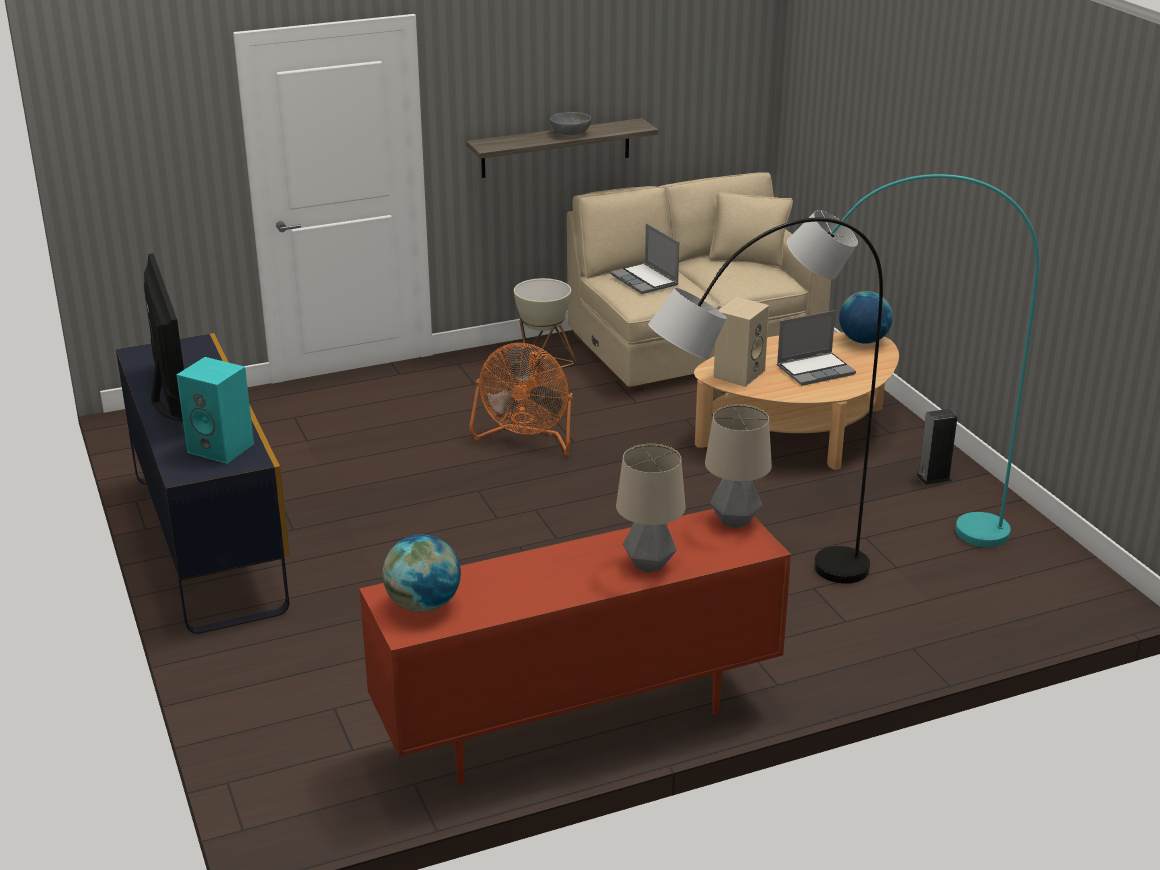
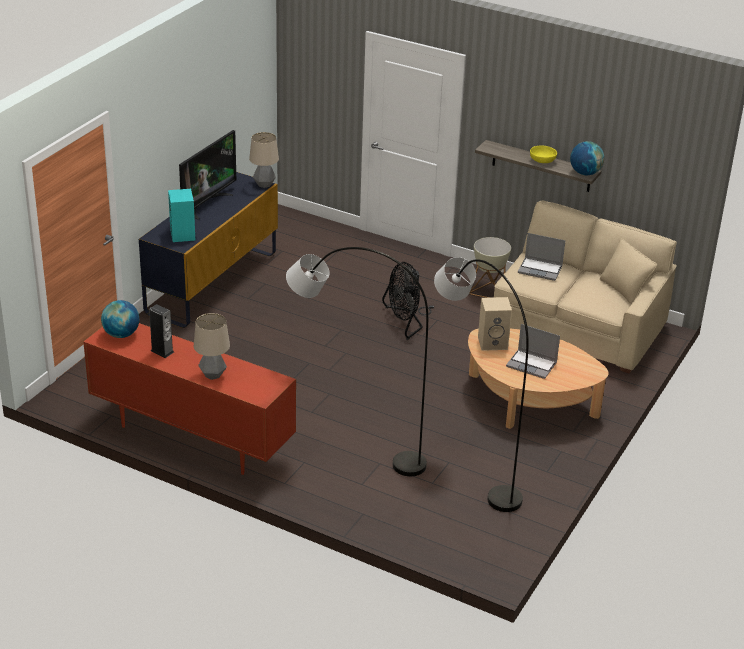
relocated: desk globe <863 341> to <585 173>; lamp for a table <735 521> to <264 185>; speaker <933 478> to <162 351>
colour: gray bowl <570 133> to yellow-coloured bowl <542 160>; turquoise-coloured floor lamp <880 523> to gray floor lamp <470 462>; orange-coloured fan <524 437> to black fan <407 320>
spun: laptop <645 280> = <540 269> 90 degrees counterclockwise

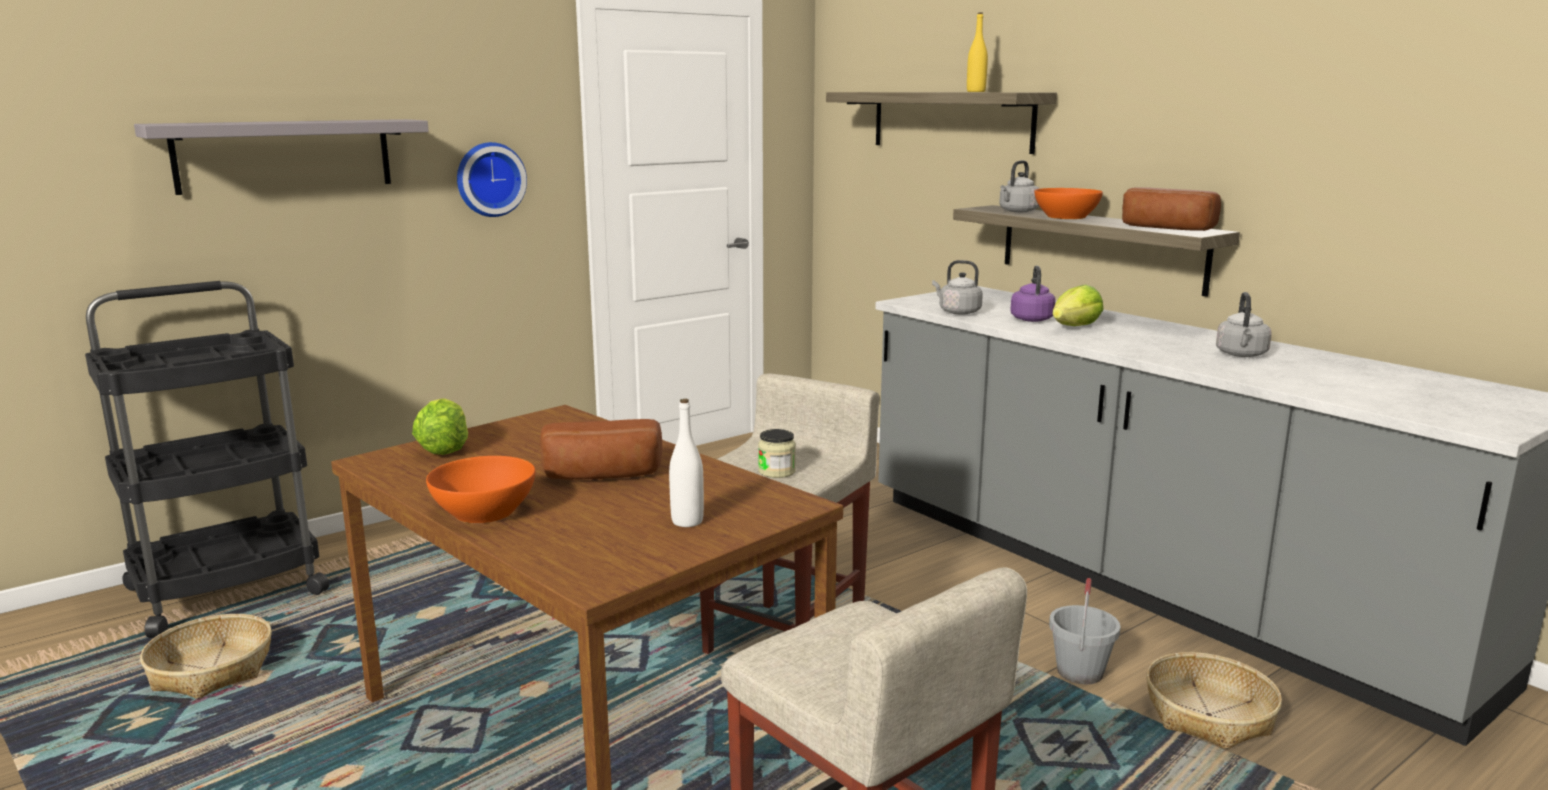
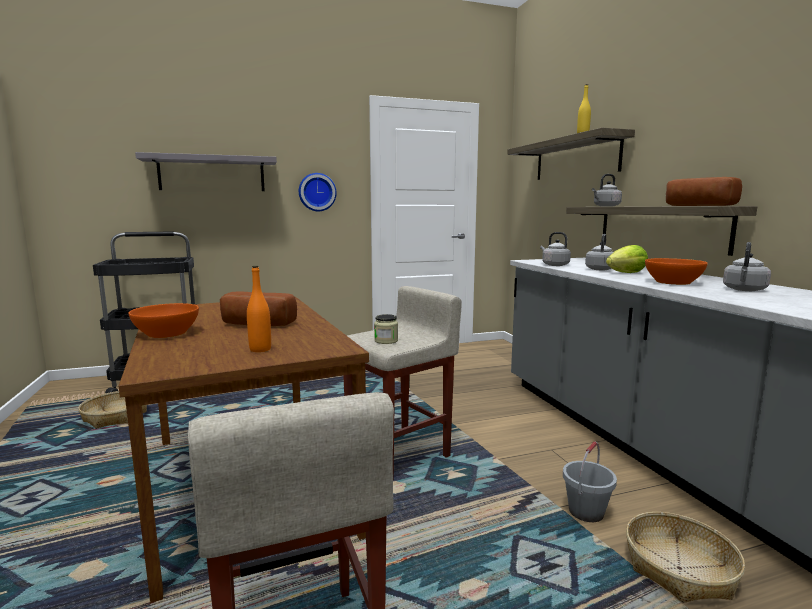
missing: lettuce head <444 448>
relocated: orange-coloured bowl <1066 217> to <673 282>
colour: purple tea kettle <1031 319> to gray tea kettle <600 269>; white bottle <687 521> to orange-coloured bottle <260 349>

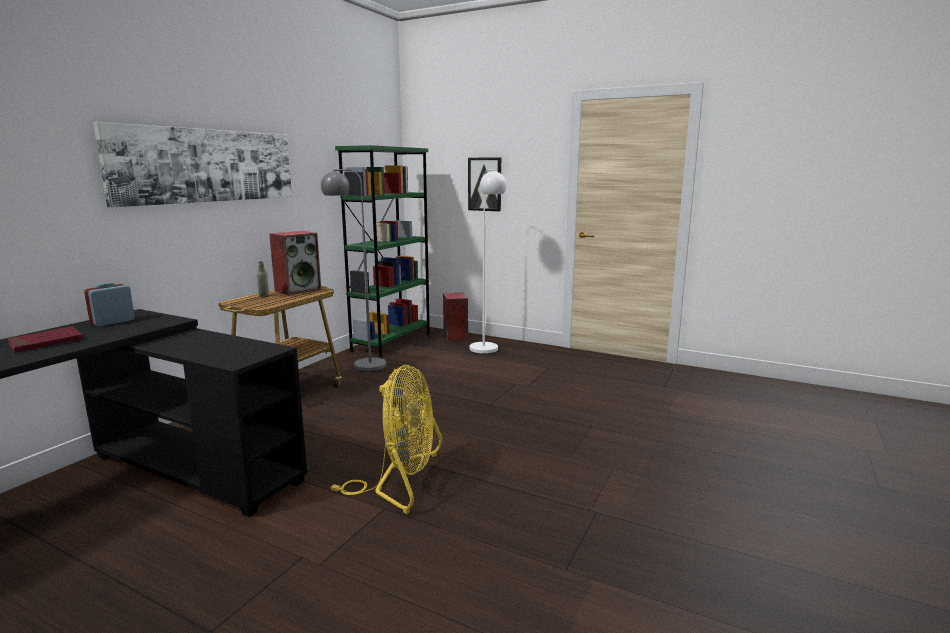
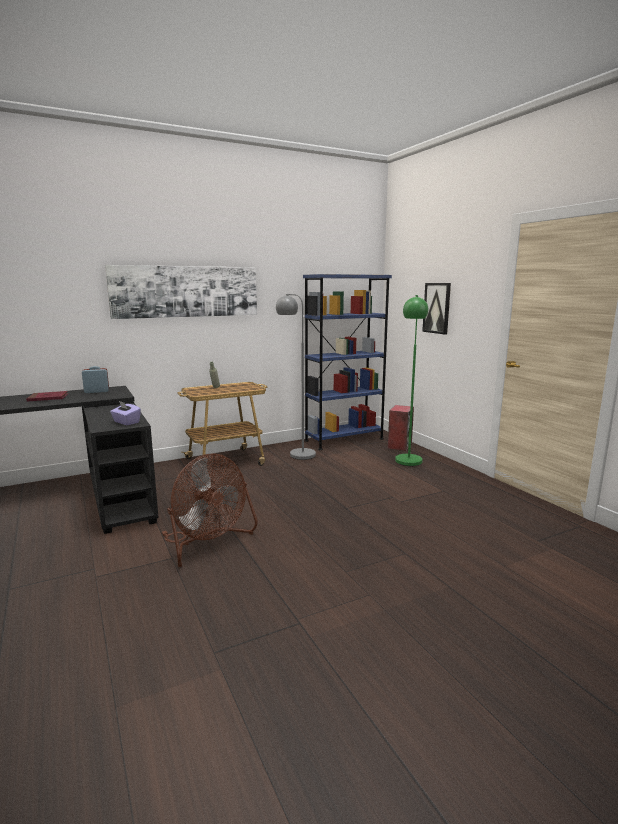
missing: speaker <298 290>
appeared: purple tissue holder <126 422>
colour: green-coloured shelving unit <391 342> to bluish shelving unit <344 440>; white floor lamp <487 352> to green-coloured floor lamp <408 464>; yellow-coloured fan <399 481> to brown fan <205 543>

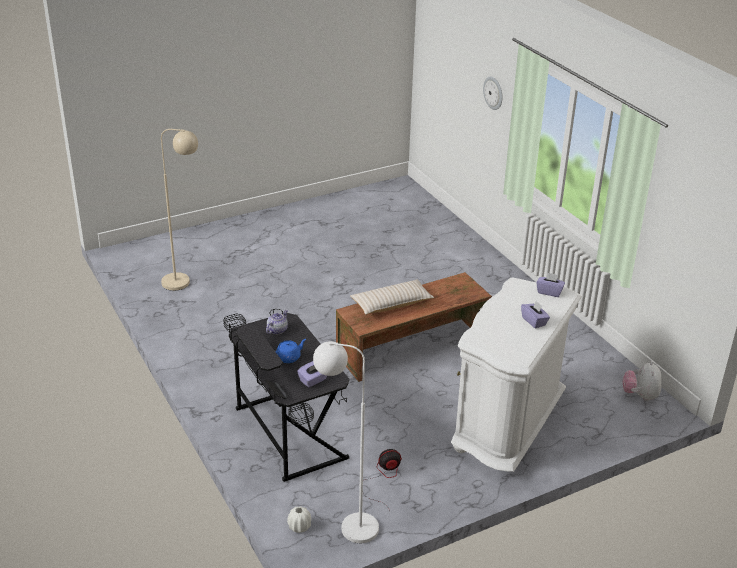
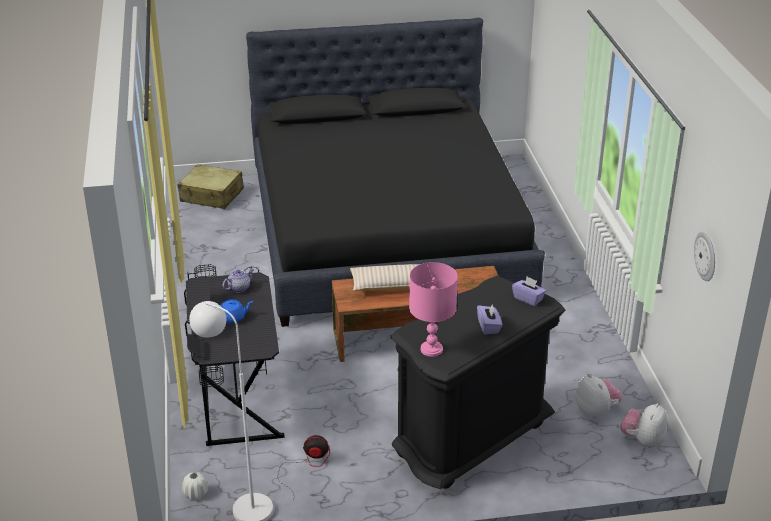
missing: beige floor lamp <184 284>; purple tissue holder <313 380>
appeared: black bed <386 233>; beige travel case <212 196>; pinkish lamp for a table <431 350>; cuddly toy <596 411>
relocated: hanging clock <493 93> to <706 256>
colour: white dresser <508 426> to black dresser <471 441>

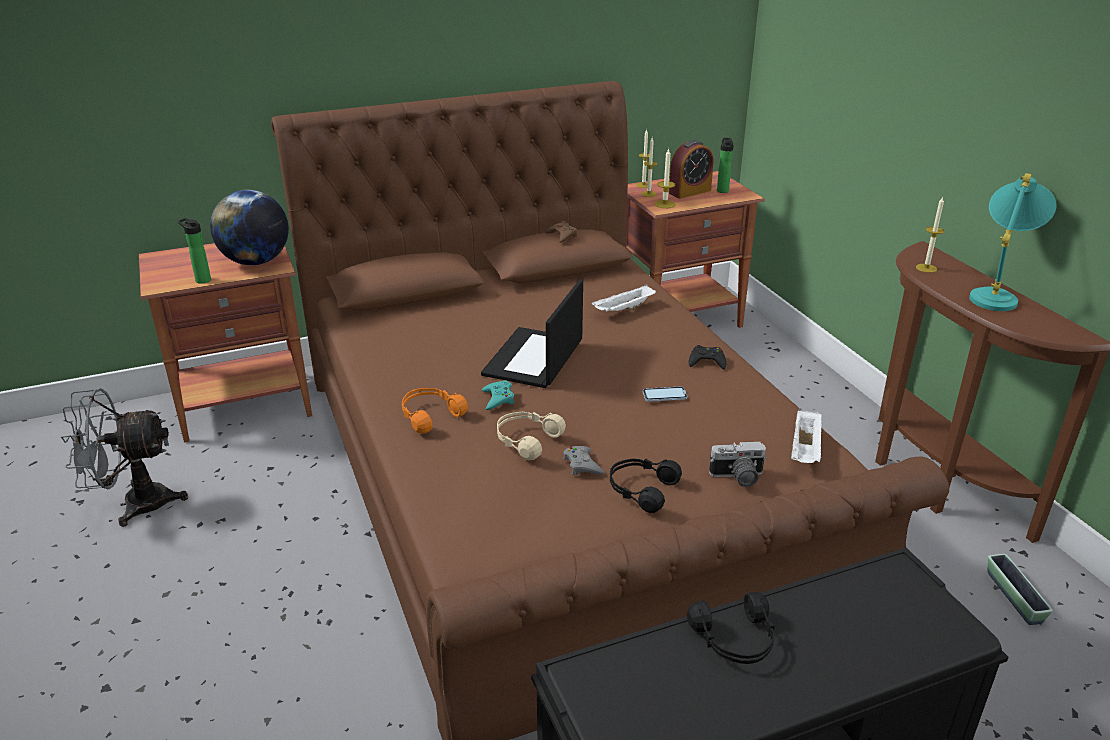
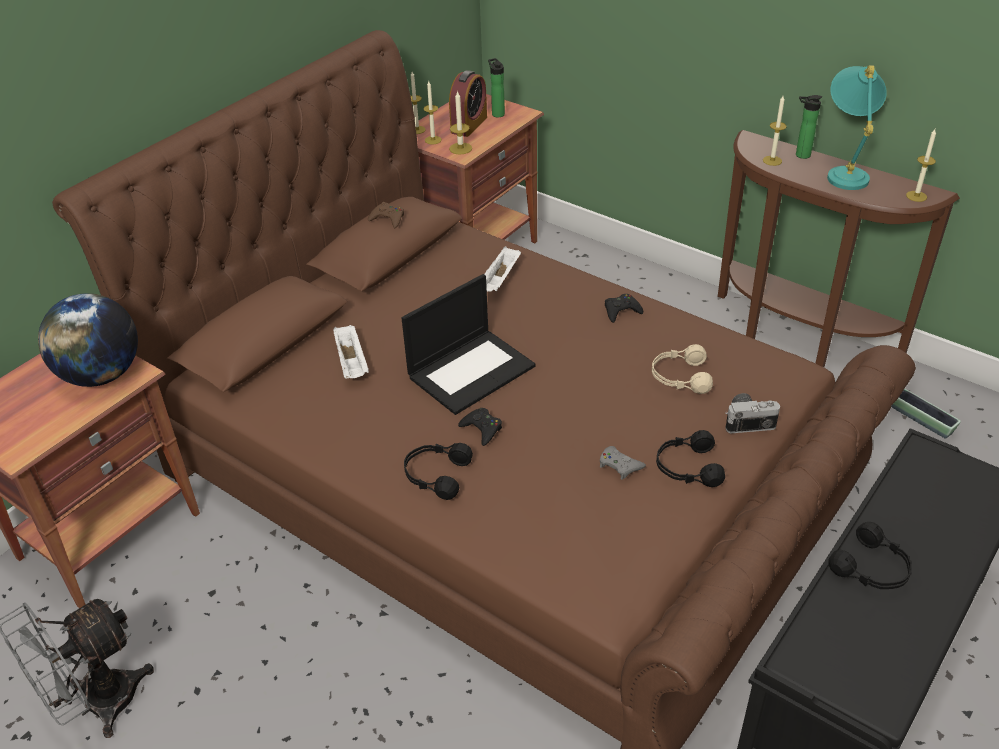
missing: telephone <664 395>
appeared: candle <916 196>
relocated: bottle <201 280> to <800 155>; white tray <805 449> to <352 363>; beige pair of headphones <526 440> to <679 377>
colour: turquoise-coloured game controller <498 399> to black game controller <482 429>; orange-coloured pair of headphones <429 415> to black pair of headphones <436 475>
spun: laptop <534 359> = <471 370> 120 degrees counterclockwise; still camera <737 477> = <748 420> 150 degrees counterclockwise

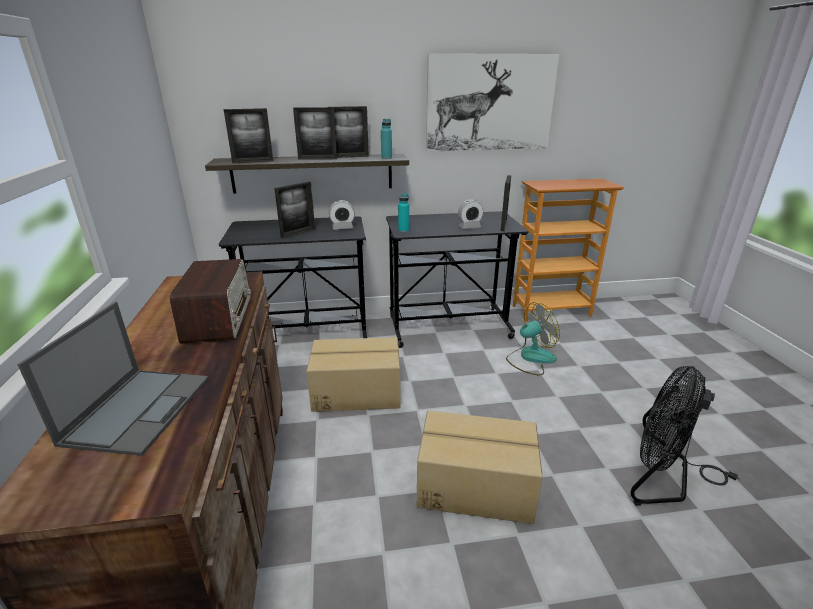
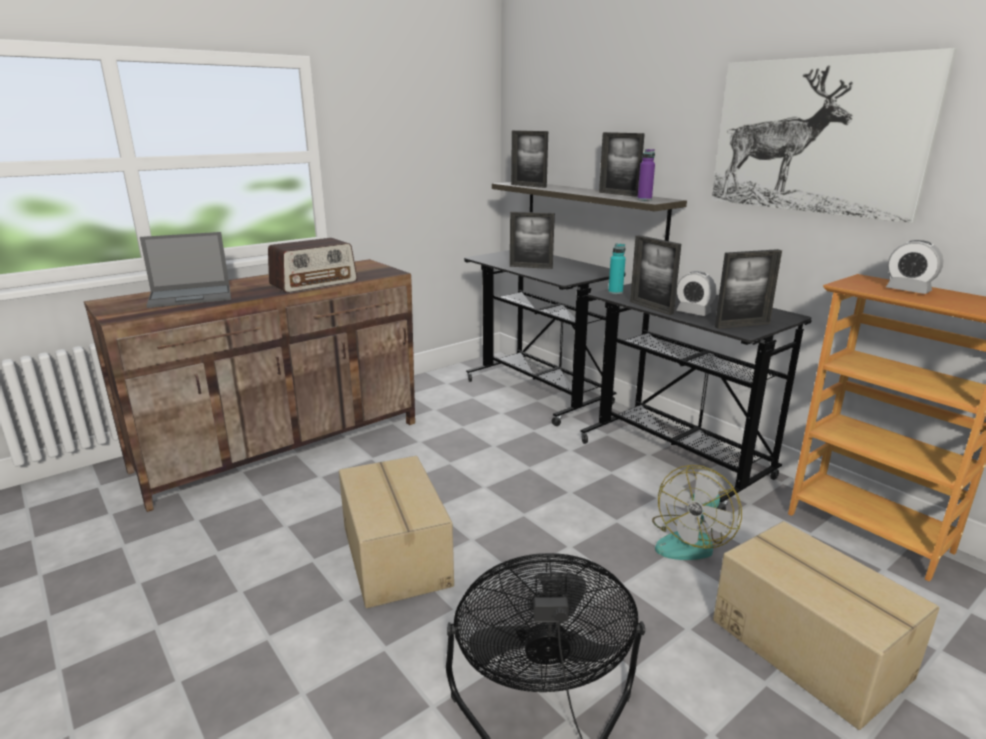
relocated: standing frame <317 159> to <651 307>; table clock <342 228> to <908 290>; carton <356 392> to <809 647>
colour: turquoise-coloured bottle <386 158> to purple bottle <644 199>
spun: fan <530 358> = <690 541> 90 degrees clockwise

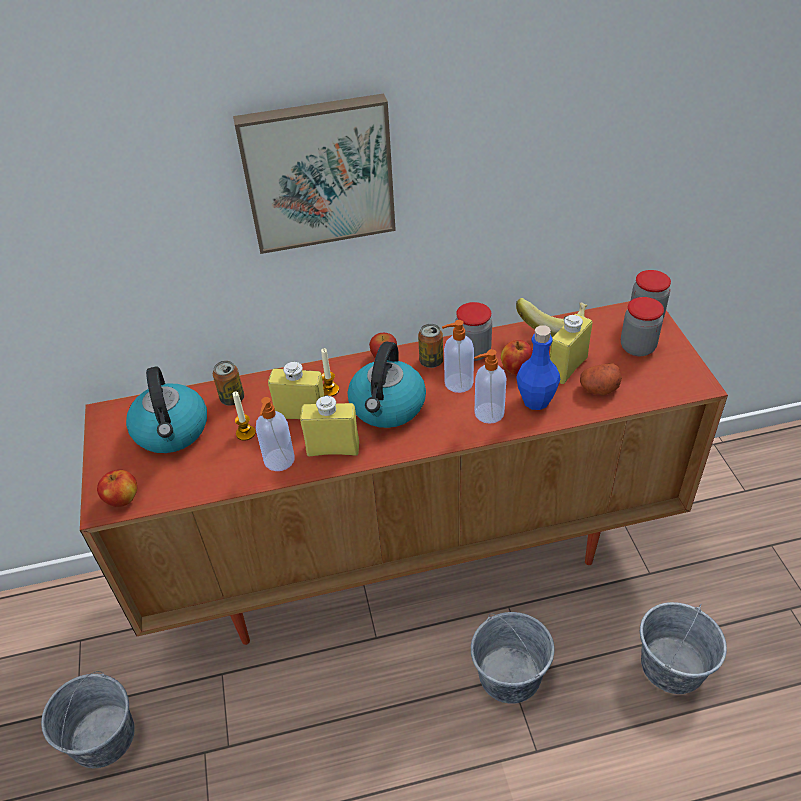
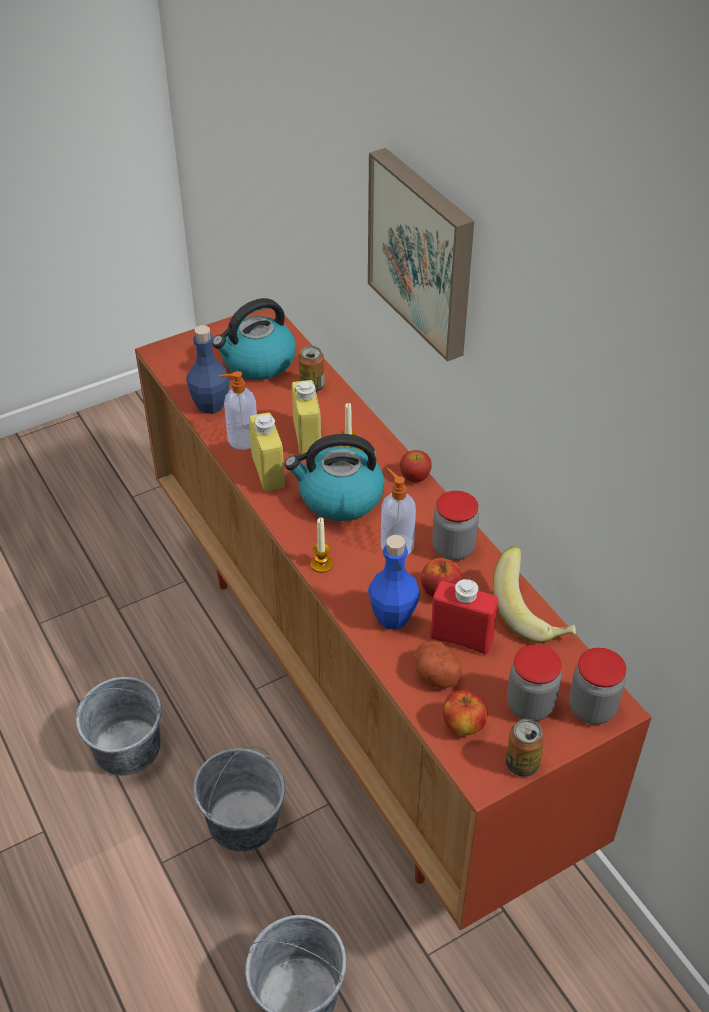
missing: soap bottle <488 413>
appeared: bluish bottle <210 405>
relocated: can <431 361> to <522 764>; candle <245 433> to <321 564>; apple fruit <123 499> to <463 725>; gray water bucket <103 736> to <128 747>
colour: yellow-coloured bottle <567 367> to red bottle <461 638>

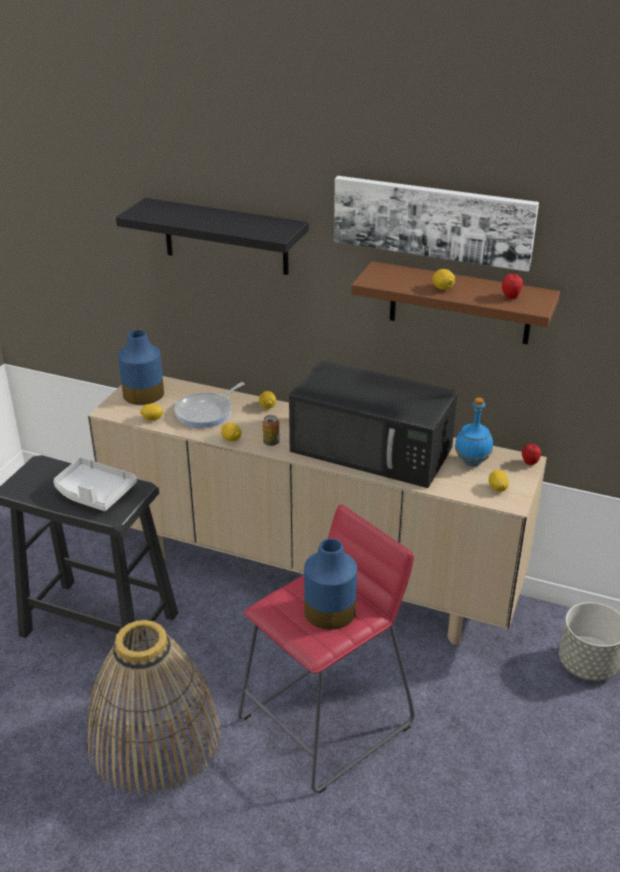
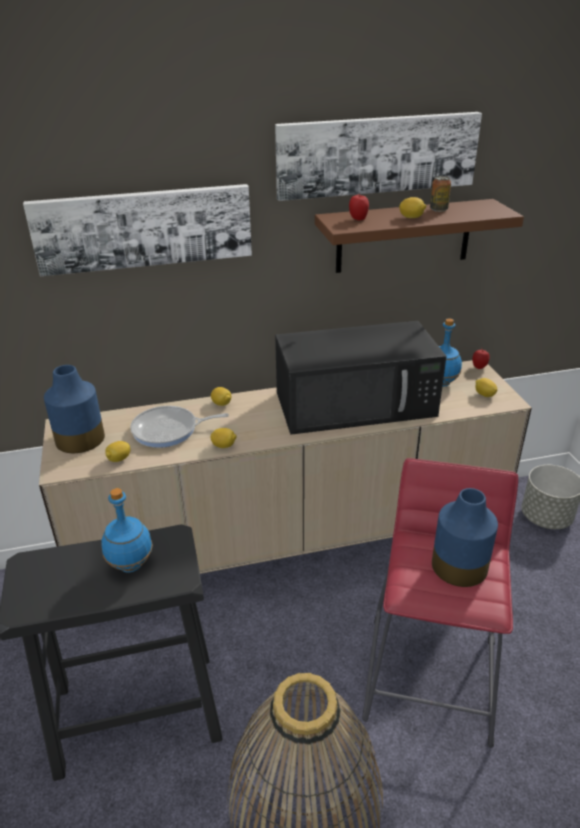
relocated: apple fruit <510 297> to <358 219>; can <271 442> to <438 209>
exchanged: black shelf <225 237> to wall art <143 228>; gray tray <94 493> to bluish bottle <130 565>
spun: pan <207 412> = <169 430> 75 degrees clockwise

